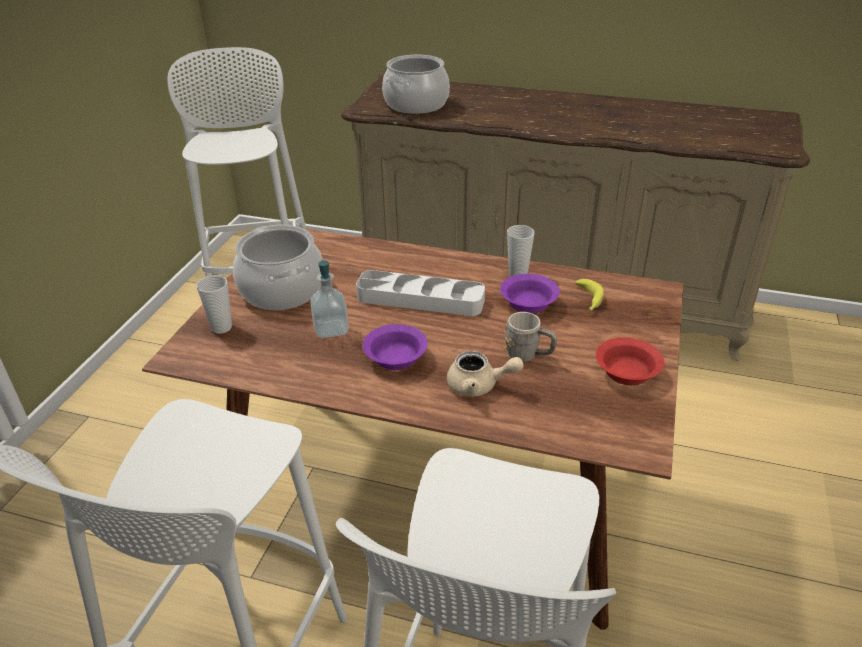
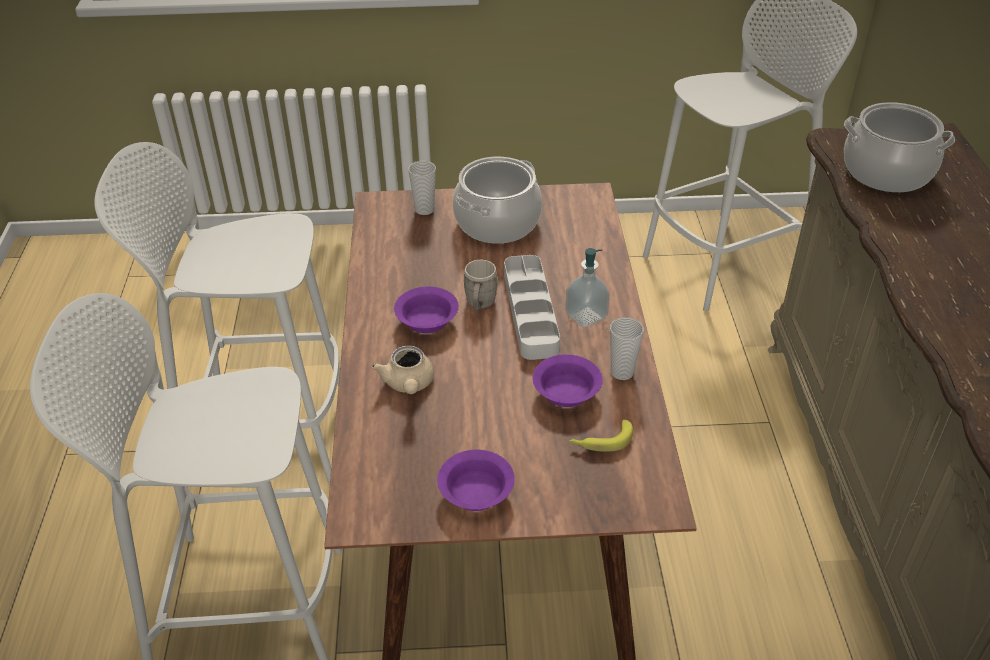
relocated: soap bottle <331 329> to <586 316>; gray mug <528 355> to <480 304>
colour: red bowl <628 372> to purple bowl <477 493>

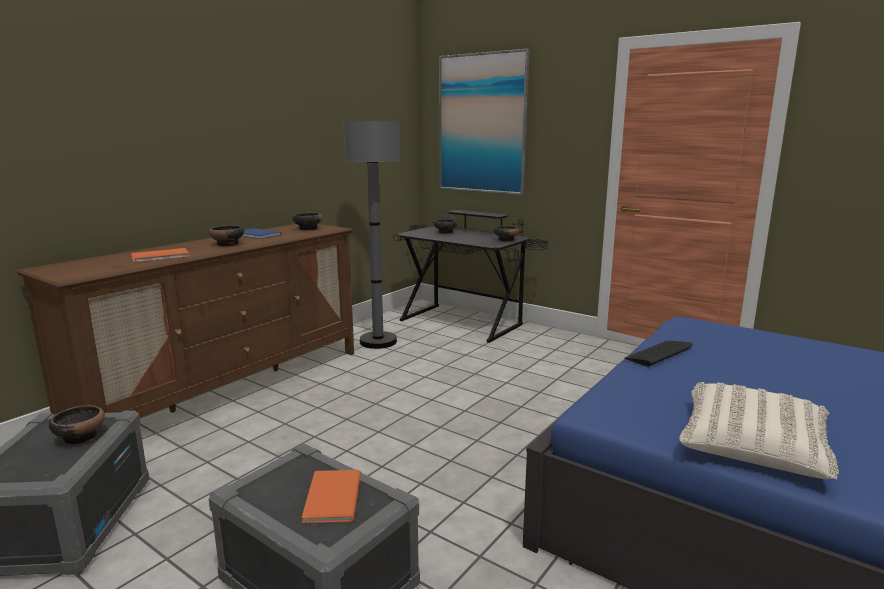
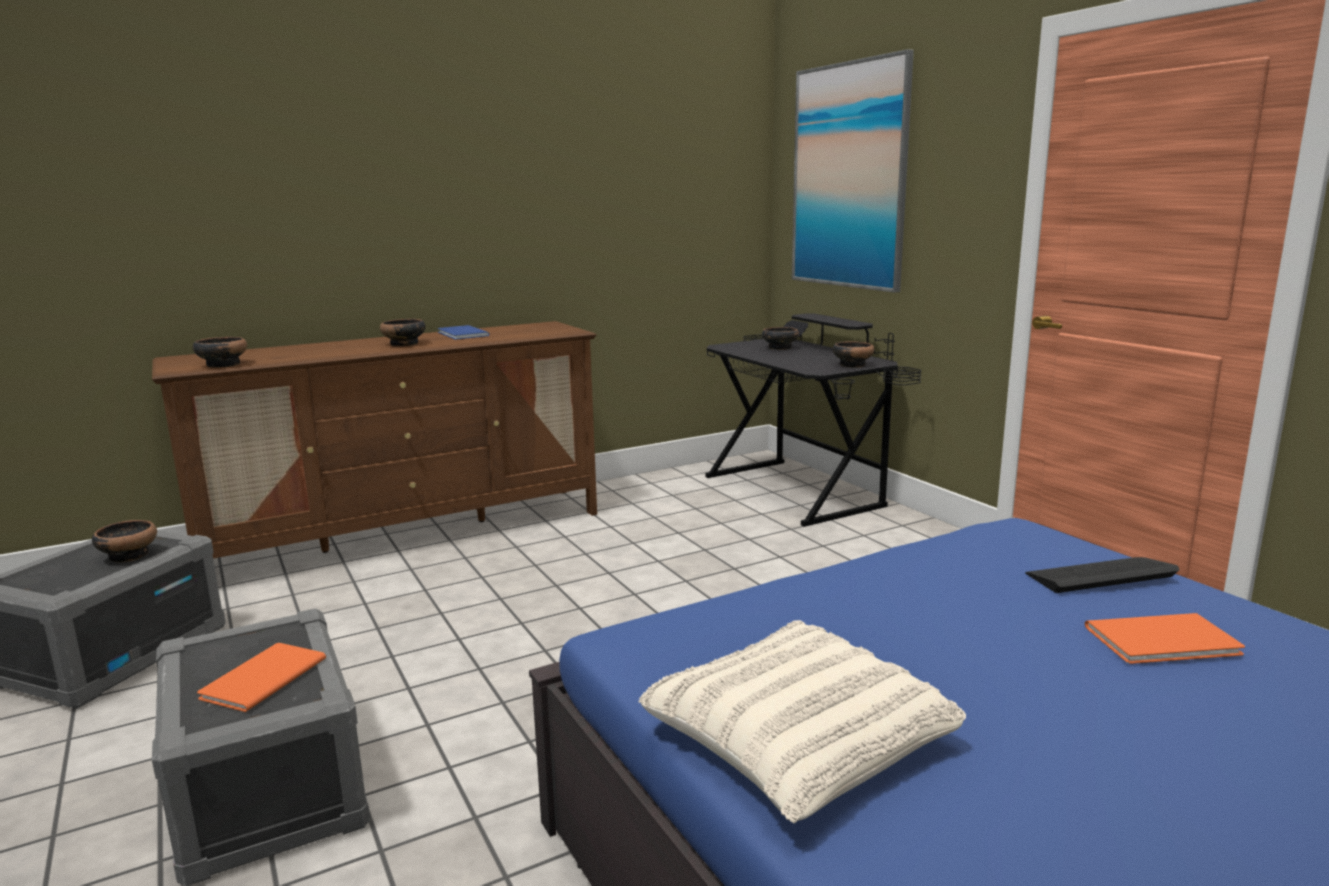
missing: gray floor lamp <378 341>
relocated: bowl <307 229> to <223 365>; orange-coloured book <162 256> to <1167 642>; computer keyboard <658 353> to <1100 575>

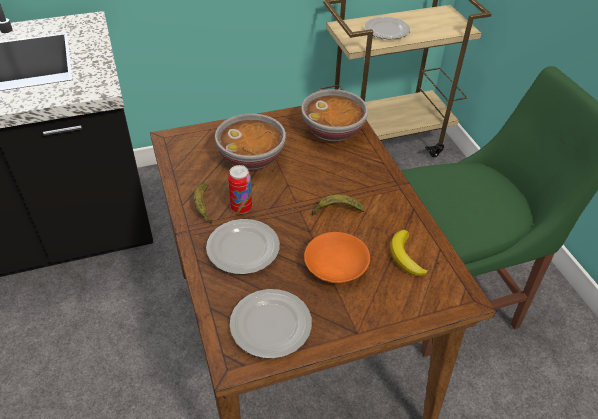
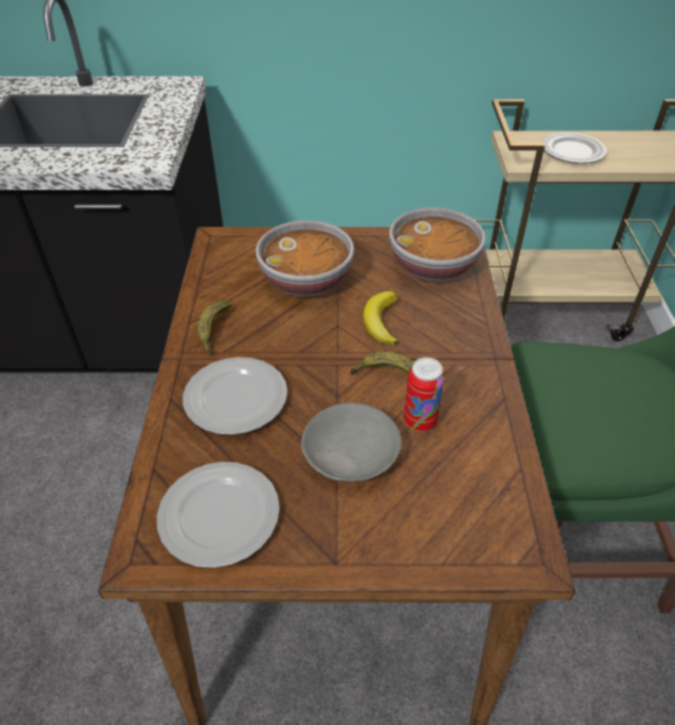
relocated: can <241 208> to <420 421>; whole banana <405 256> to <381 321>
colour: orange-coloured bowl <334 267> to gray bowl <349 455>

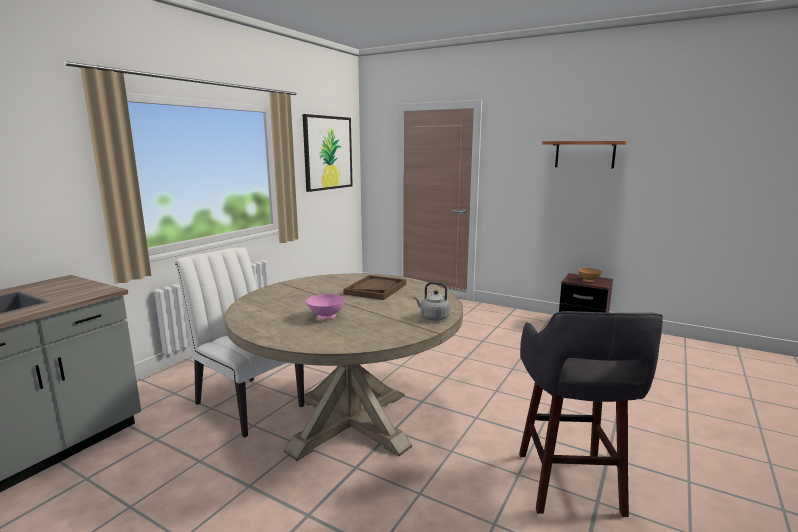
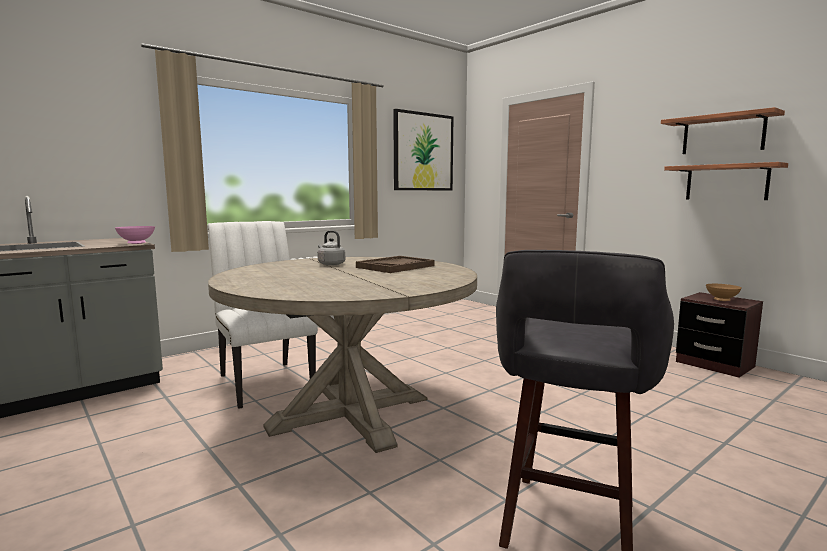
appeared: shelf <726 182>
relocated: gray tea kettle <433 317> to <330 264>; pinkish bowl <325 317> to <136 244>

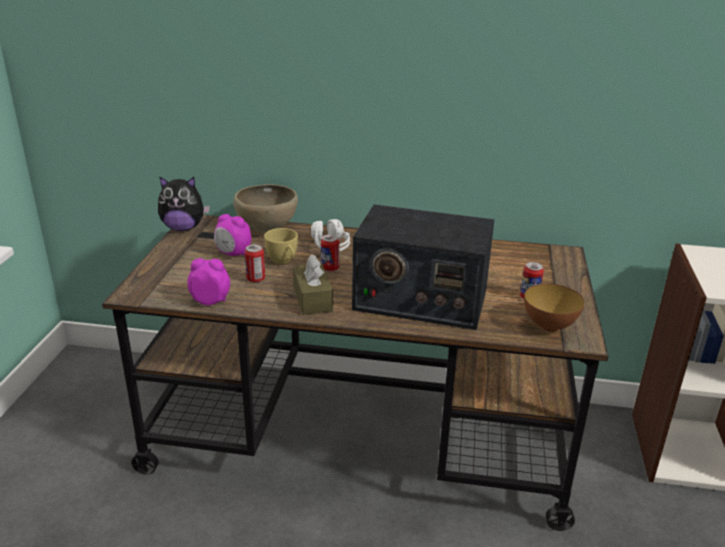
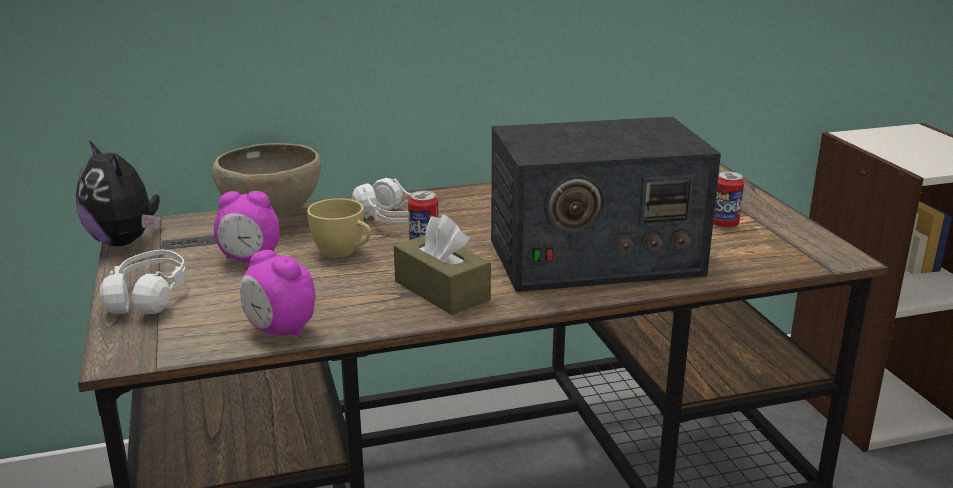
missing: can <256 279>; bowl <549 326>
appeared: white pair of headphones <149 296>
spun: cuddly toy <183 228> = <125 241> 75 degrees clockwise; table clock <210 300> = <280 331> 120 degrees counterclockwise

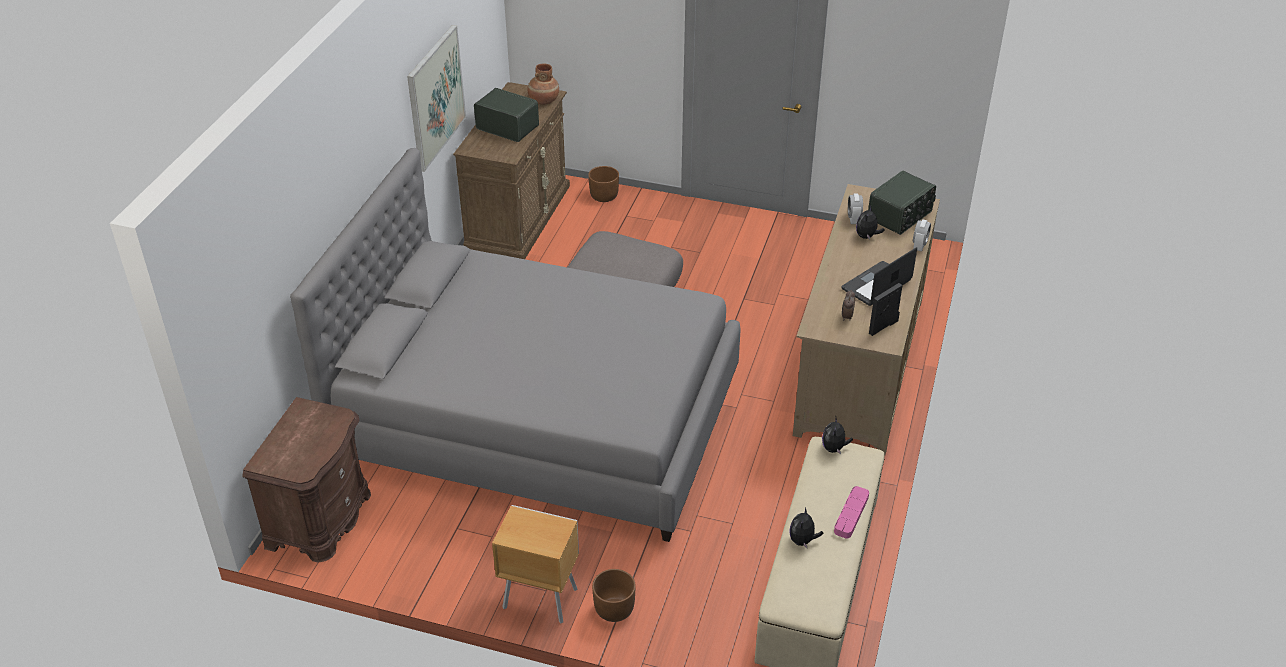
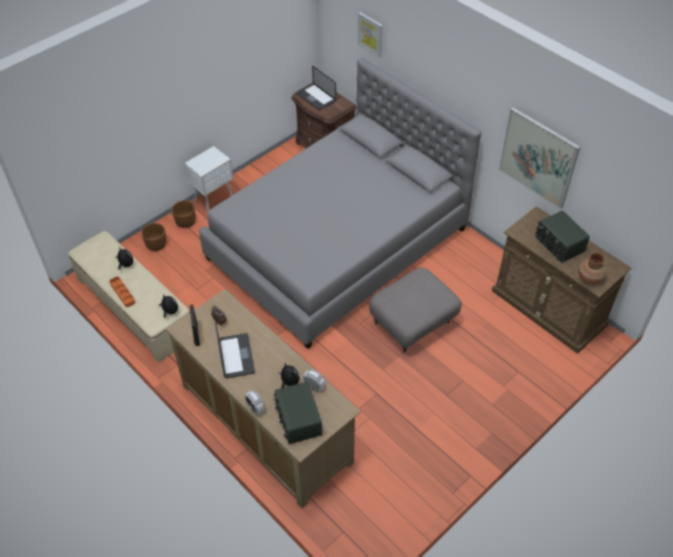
appeared: wall art <370 34>; laptop <316 97>
relocated: brown flower pot <604 196> to <156 245>
colour: pinkish tray <851 514> to orange-coloured tray <122 293>; brown nightstand <539 598> to white nightstand <215 200>
spun: radio receiver <508 127> = <558 244> 90 degrees clockwise

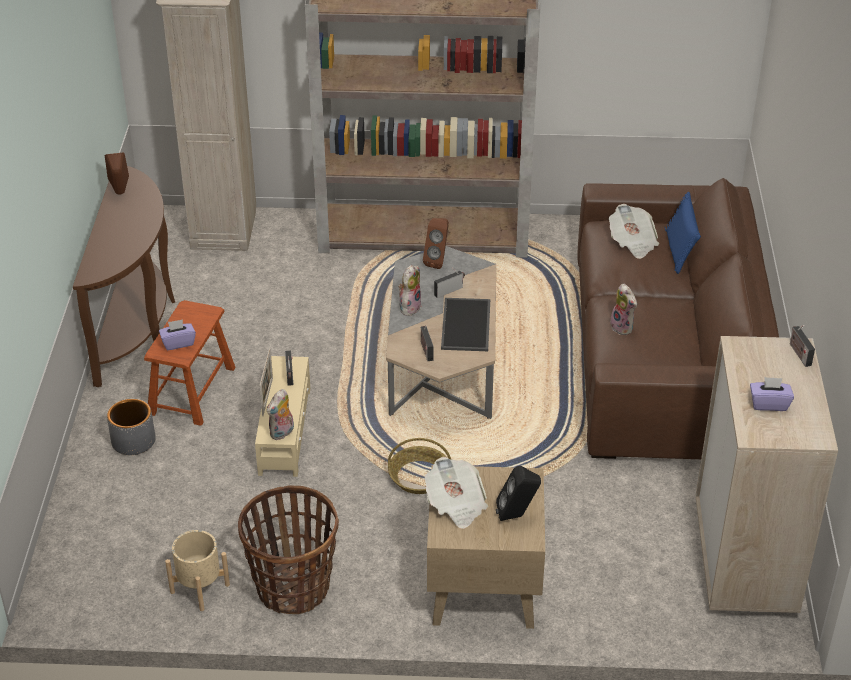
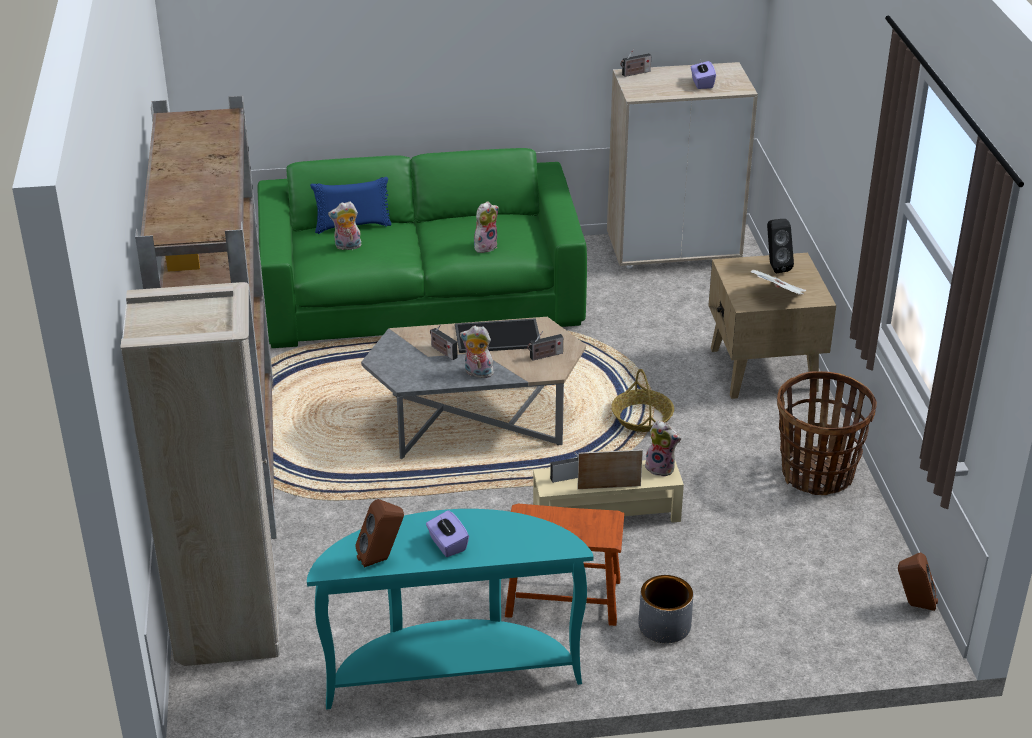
missing: beige flower pot <199 588>
relocated: brown speaker <438 261> to <913 605>; purple tissue holder <178 343> to <447 544>
exchanged: daily paper <632 243> to cuddly toy <347 247>
colour: brown narrow table <138 325> to turquoise-coloured narrow table <451 671>; brown couch <669 353> to green-coloured couch <420 292>

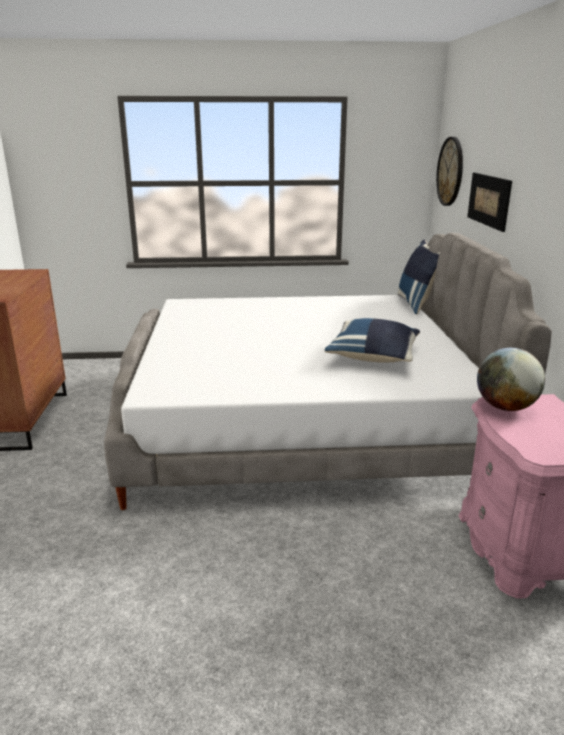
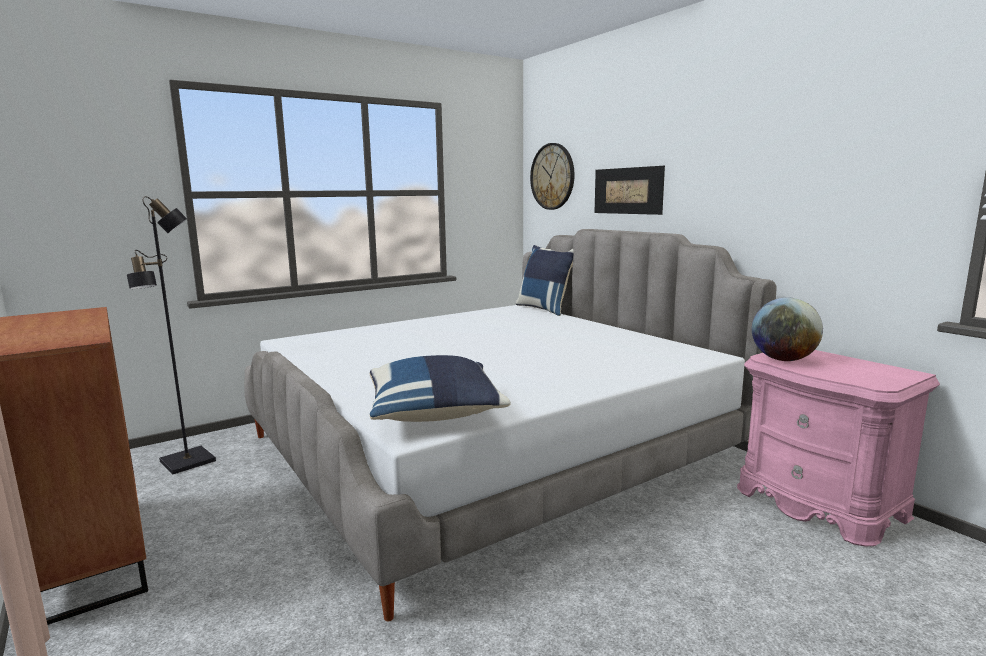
appeared: black floor lamp <187 461>
relocated: bluish cushion <373 357> to <435 414>

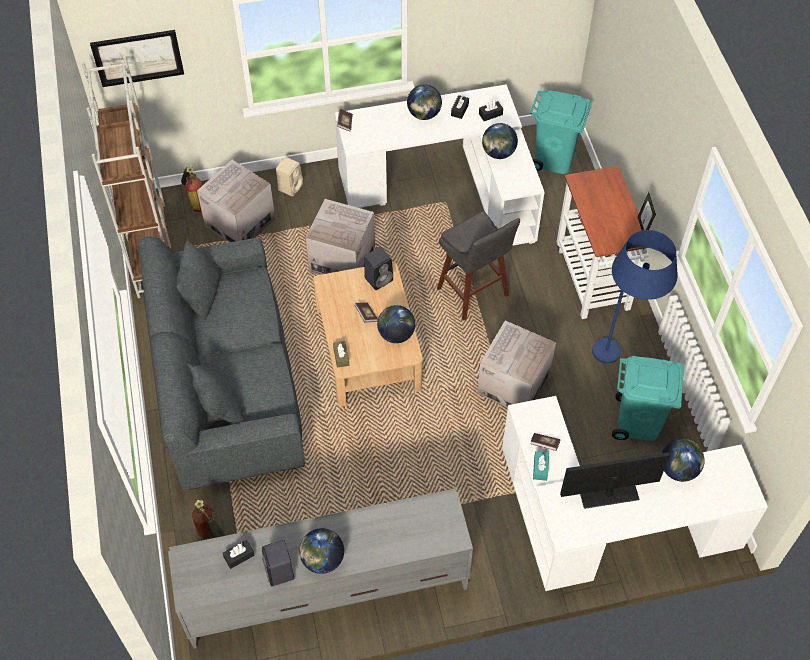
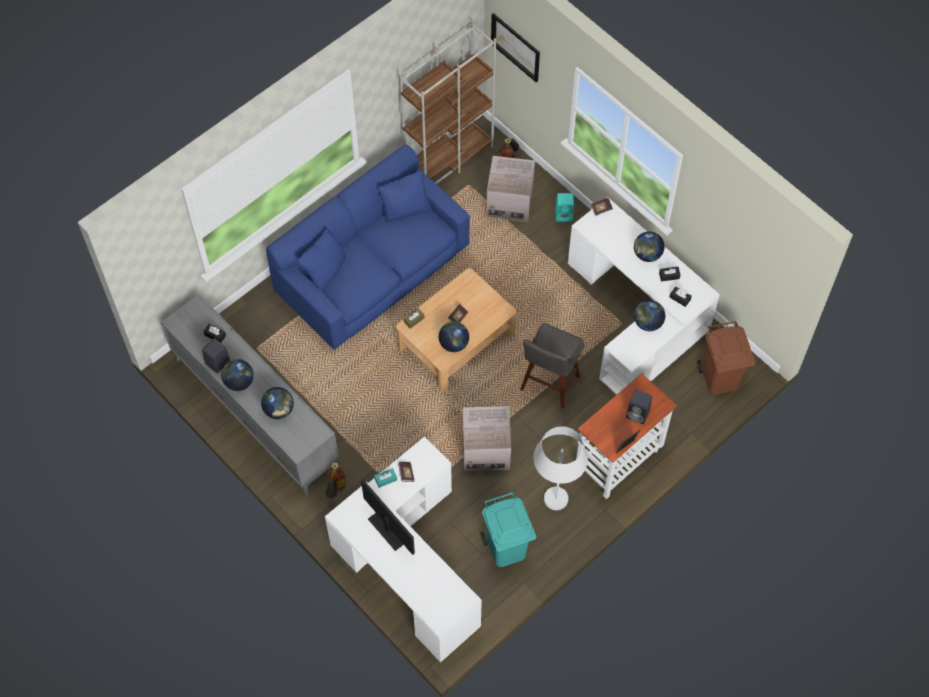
missing: carton <342 259>
relocated: black speaker <379 278> to <638 414>; desk globe <678 469> to <279 410>; extinguisher <211 536> to <336 490>
colour: turquoise-coloured rubbish bin <554 160> to brown rubbish bin <719 378>; beige speaker <290 186> to turquoise-coloured speaker <564 215>; bluish floor lamp <619 360> to white floor lamp <554 511>; gray couch <229 383> to bluish couch <373 272>

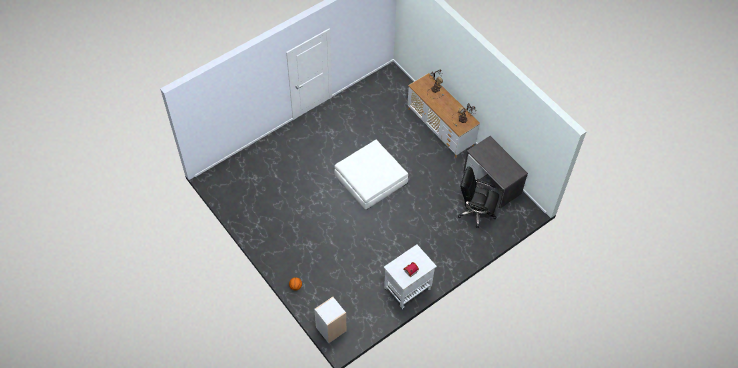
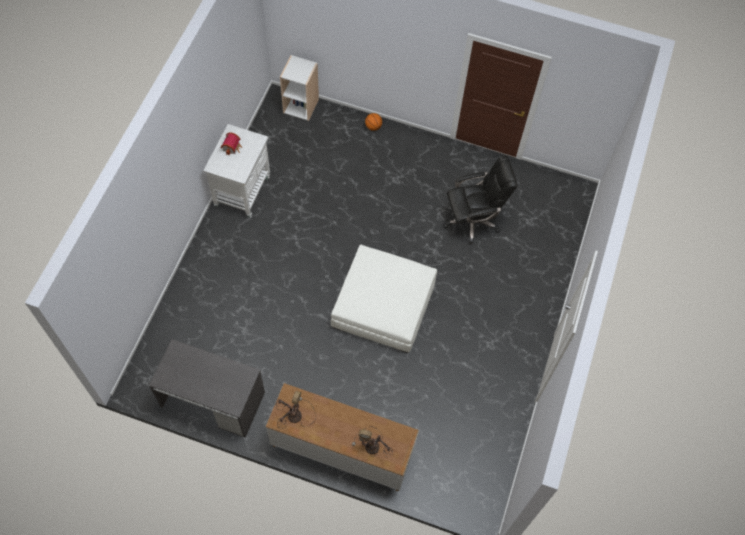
relocated: black office chair <476 212> to <472 221>

